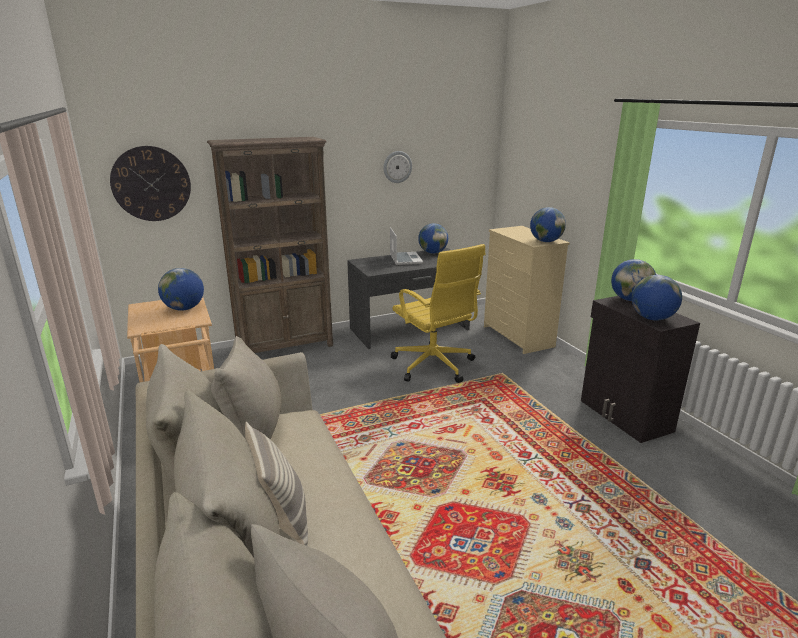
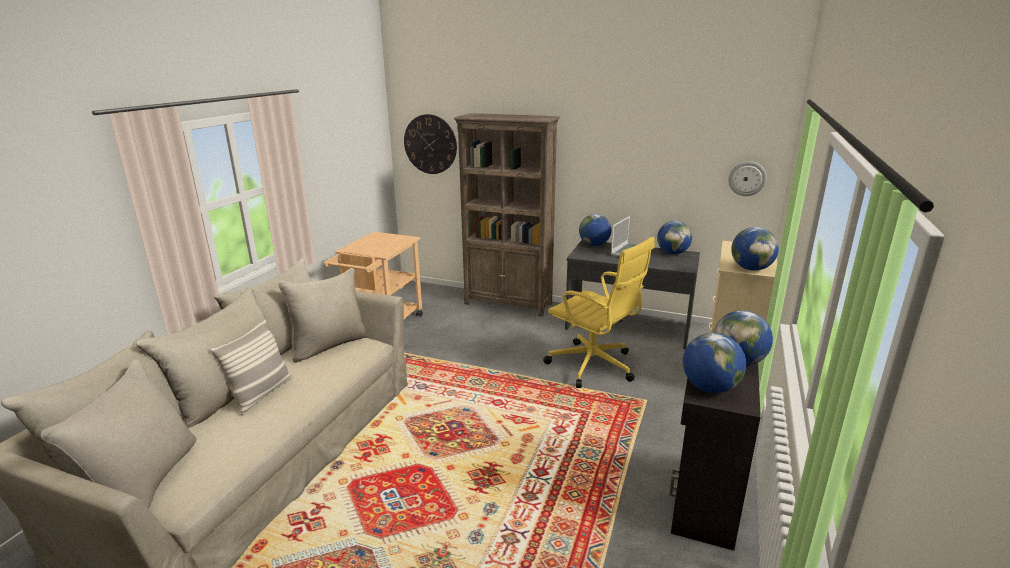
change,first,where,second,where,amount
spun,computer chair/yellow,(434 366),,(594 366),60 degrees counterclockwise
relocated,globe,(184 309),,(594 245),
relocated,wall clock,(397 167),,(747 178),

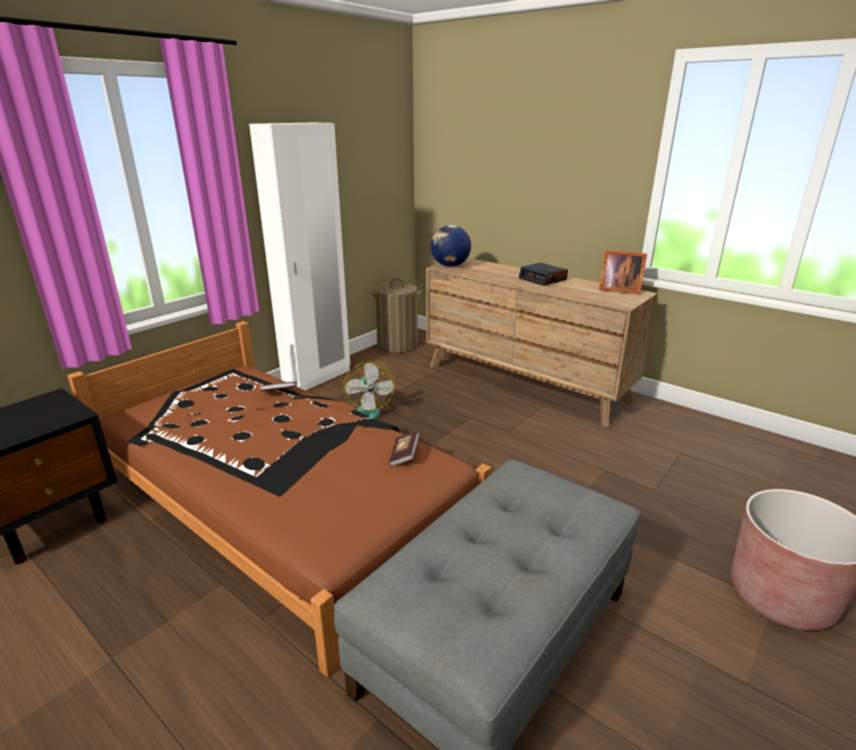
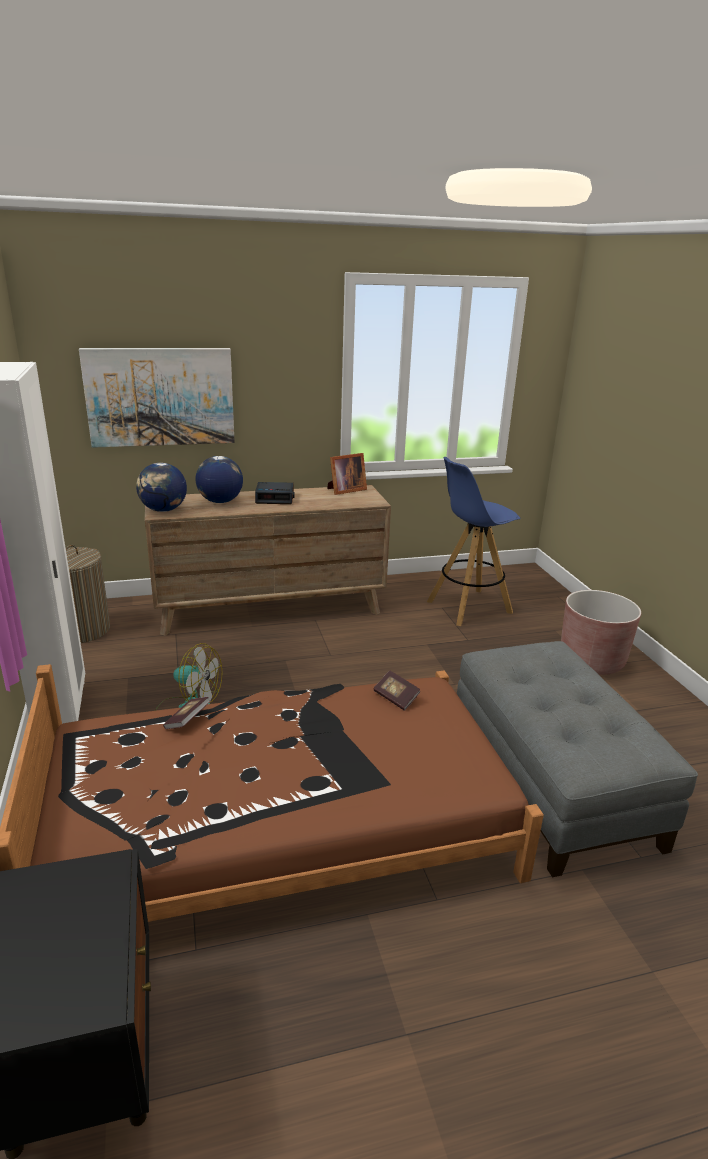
change,first,where,second,where,amount
appeared,,,wall art,(160 397),
appeared,,,globe,(220 501),
appeared,,,stool/blue-coloured,(468 607),

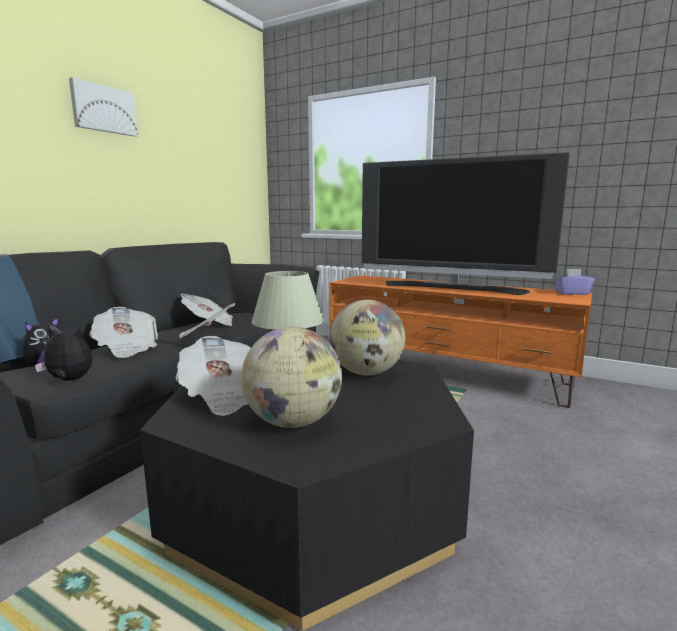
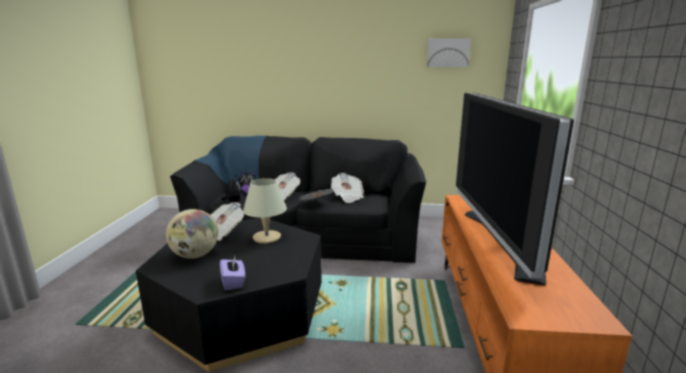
change,first,where,second,where,amount
relocated,tissue holder/purple-coloured,(572 293),,(233 282),
relocated,wall art,(103 109),,(448 52),
missing,globe,(366 373),,,

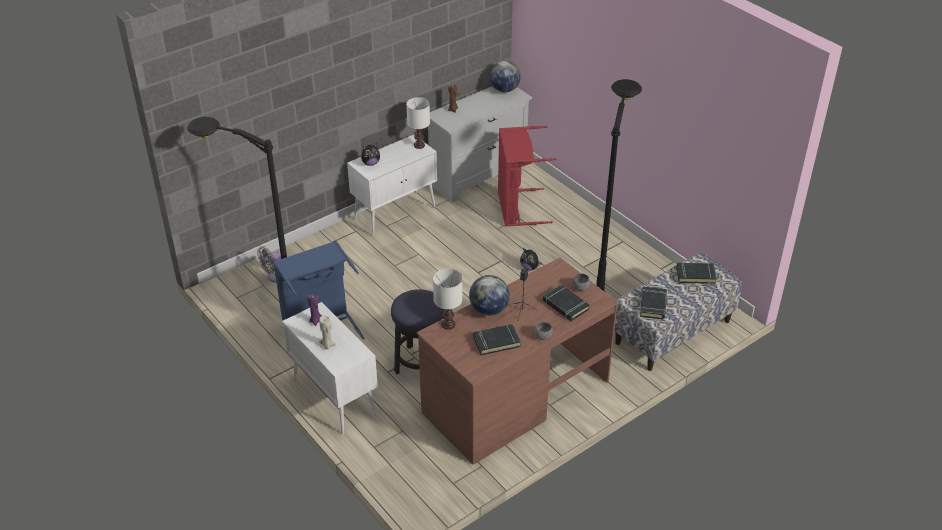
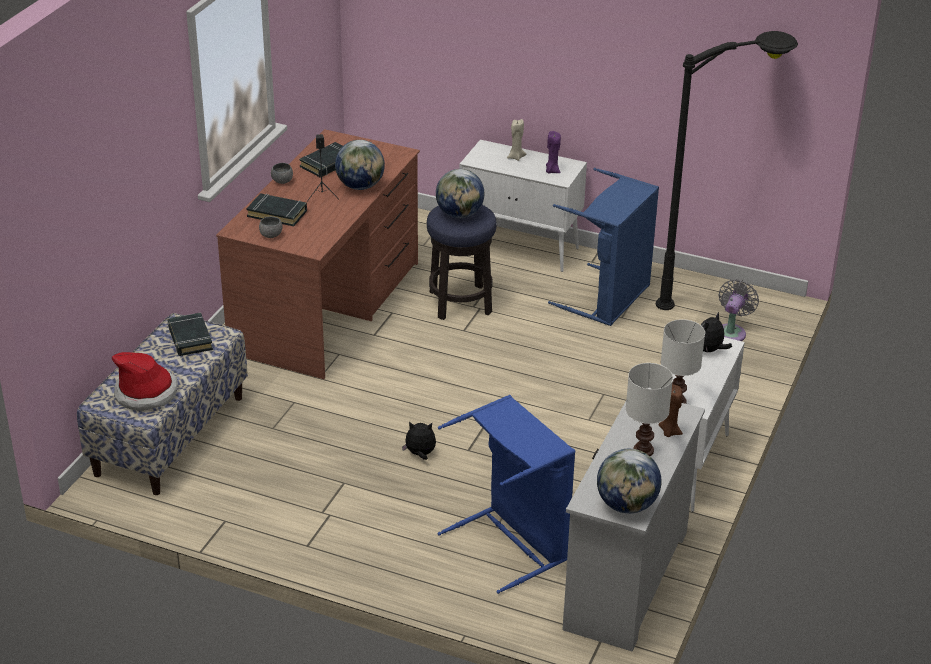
change,first,where,second,where,amount
exchanged,volume/black,(695 275),wearable hat,(146 393),
appeared,,,globe,(460 214),
colour,hamper/red-coloured,(517 208),hamper/blue-coloured,(513 542),
relocated,tabletop lamp/whitish,(448 325),,(642 450),
missing,floor lamp/black,(606 268),,,

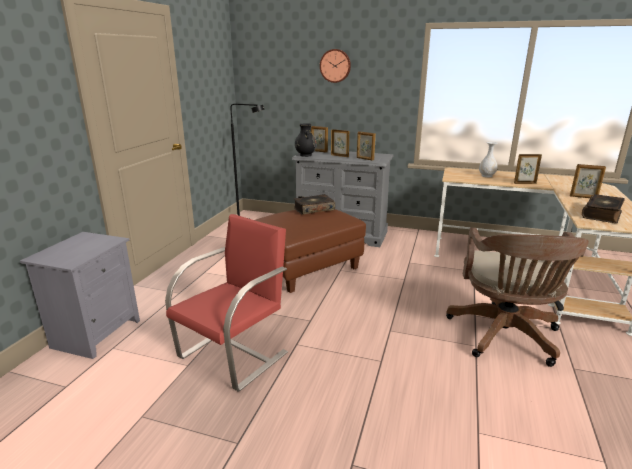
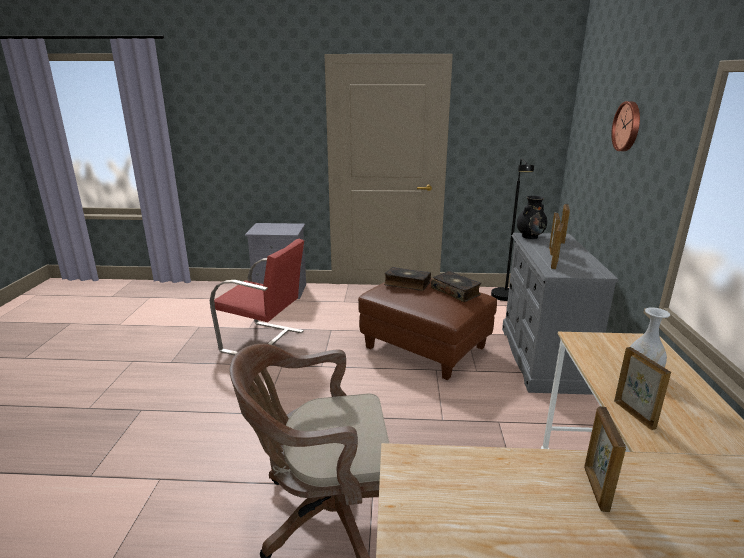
change,first,where,second,where,amount
relocated,volume,(602 214),,(407 284),

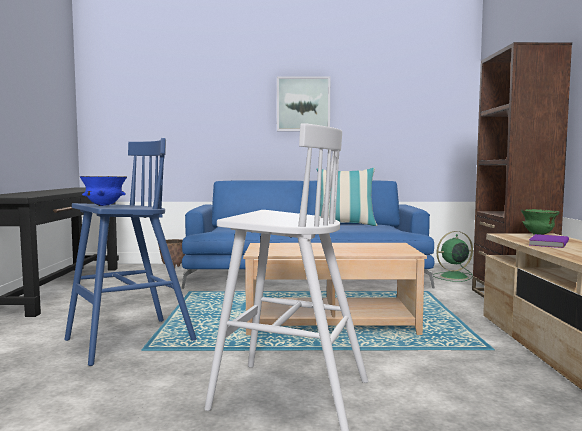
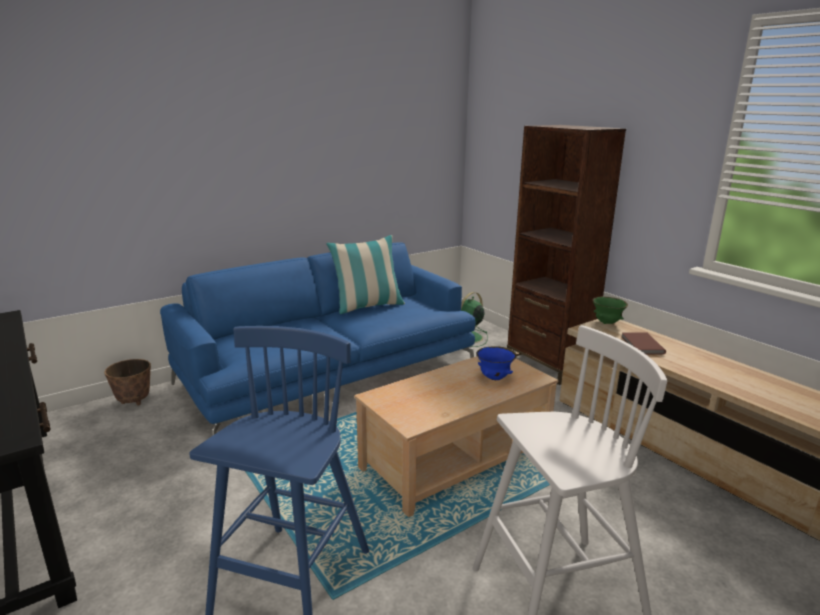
change,first,where,second,where,amount
relocated,serving bowl/blue-coloured,(104 205),,(495 378),
colour,volume/purple-coloured,(547 243),volume/brown,(641 345),
missing,wall art,(303 104),,,

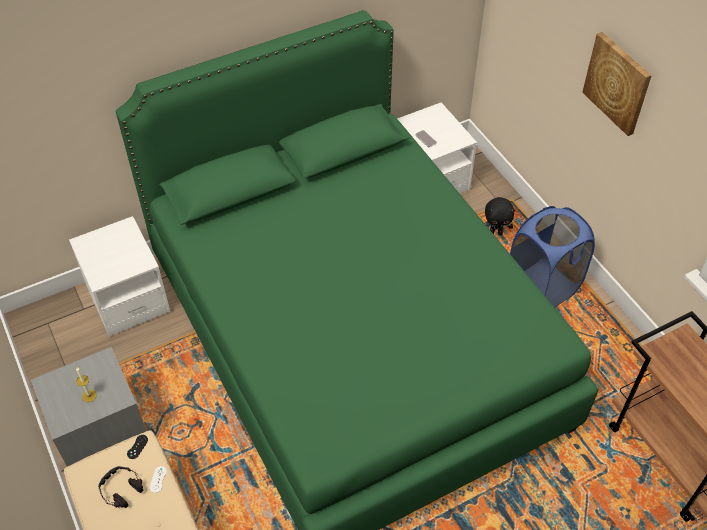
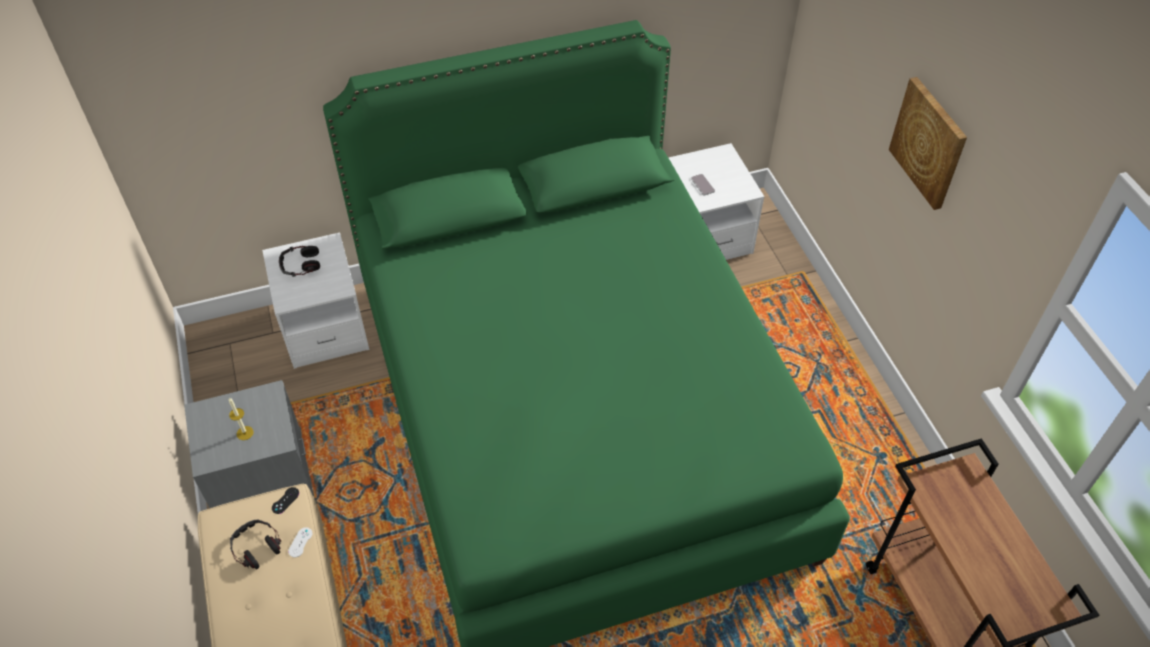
change,first,where,second,where,amount
appeared,,,headphones,(300 265),
missing,cuddly toy/black,(495 233),,,
missing,hamper/blue-coloured,(542 288),,,

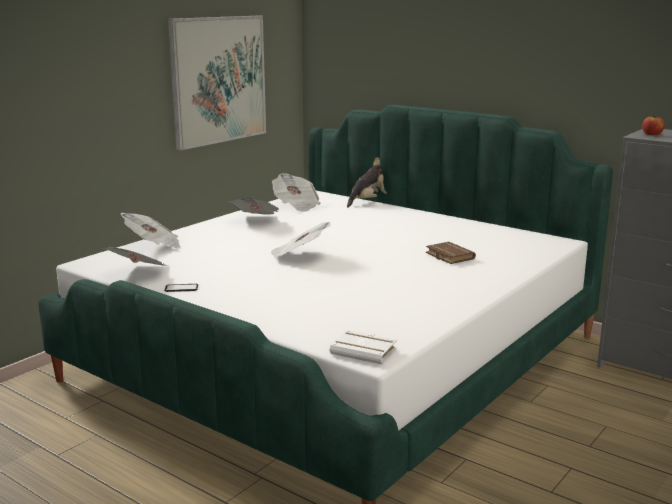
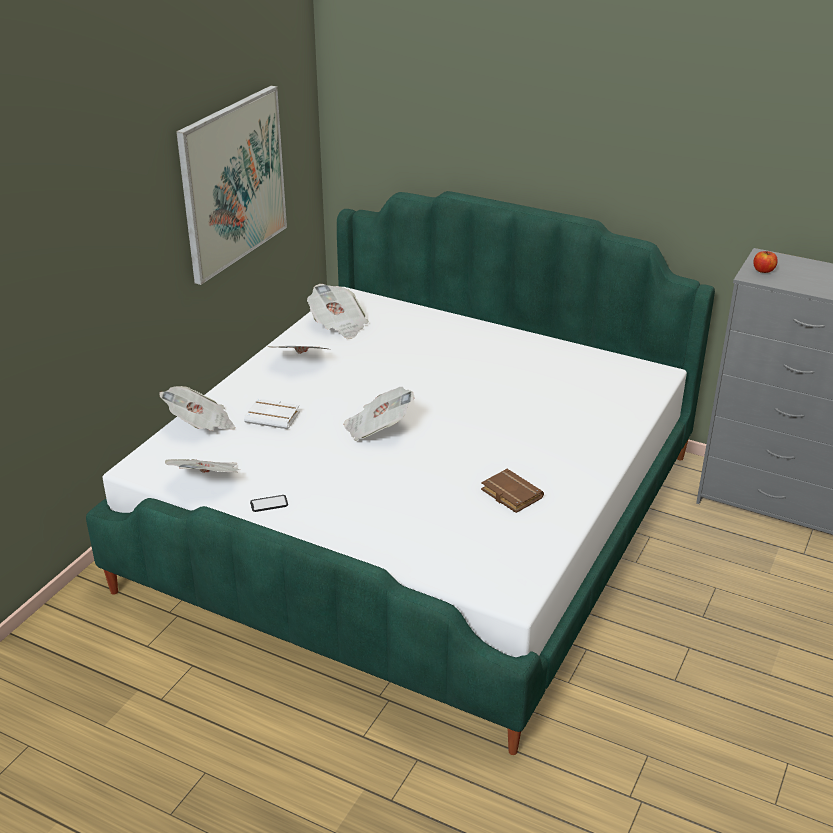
change,first,where,second,where,amount
relocated,volume/whitish,(365 351),,(274 417),
relocated,volume/brown,(448 256),,(509 494),
missing,cuddly toy,(368 201),,,

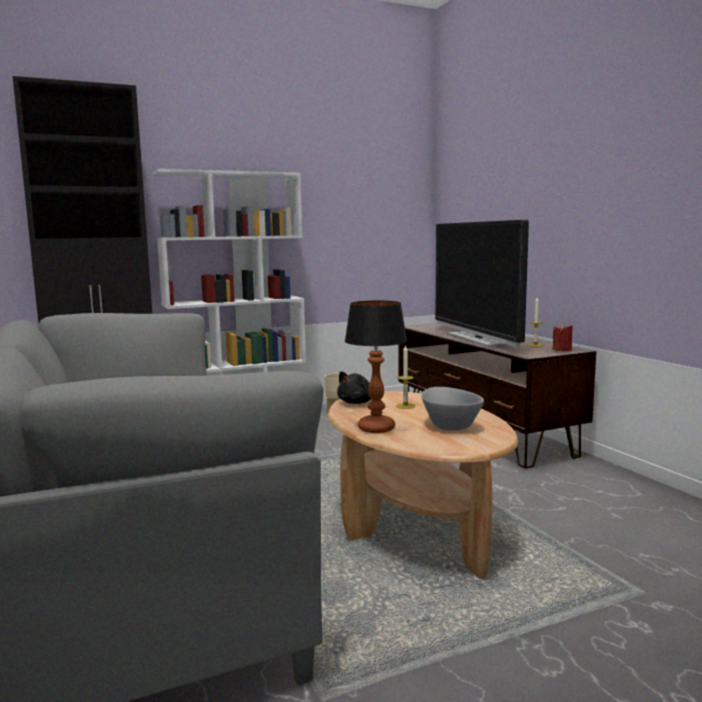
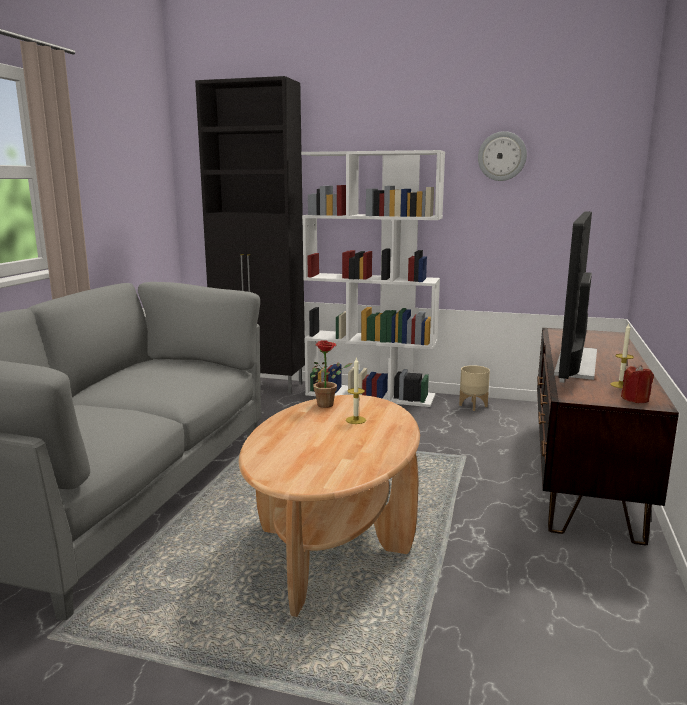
change,first,where,second,where,amount
exchanged,cuddly toy/black,(357 402),potted plant,(329 404),
appeared,,,wall clock,(502 156),
missing,tabletop lamp,(376 428),,,
missing,serving bowl/gray,(449 425),,,

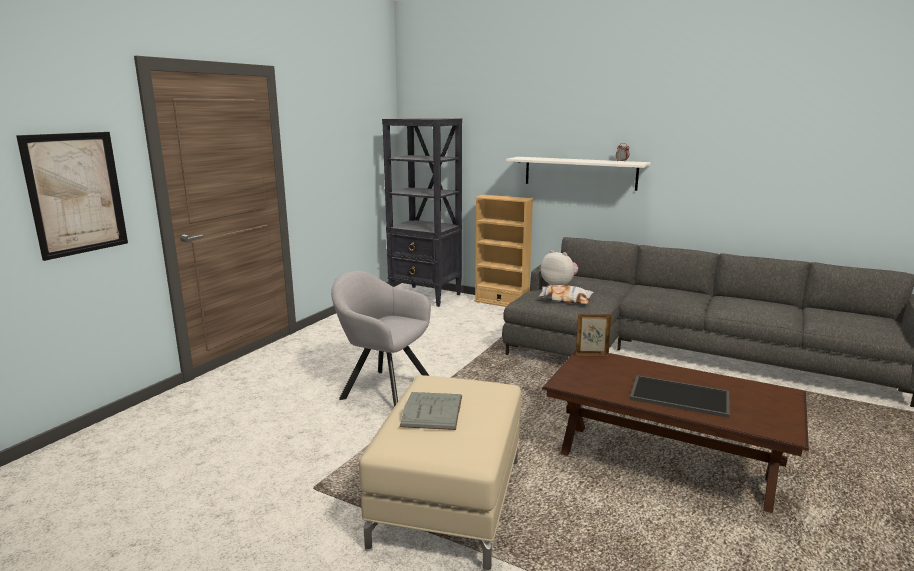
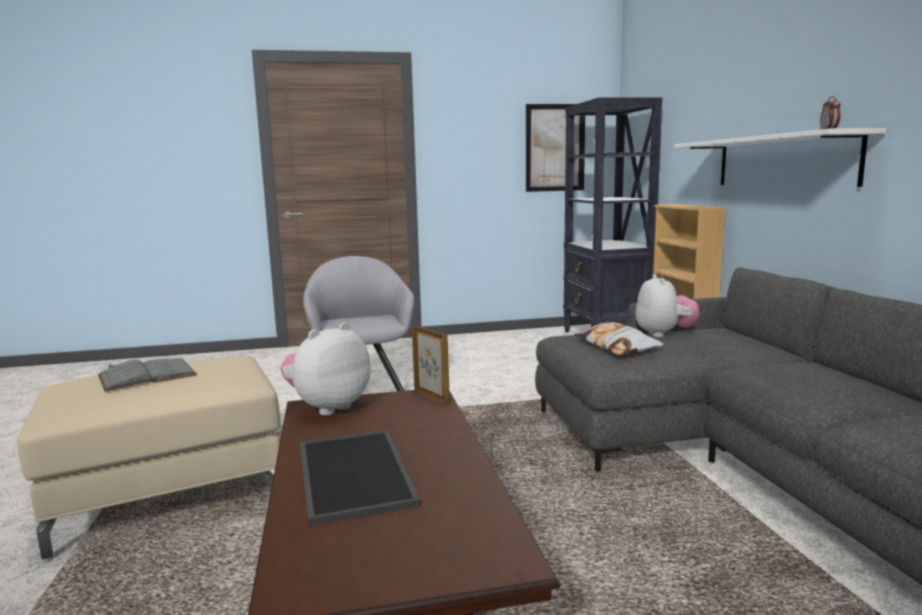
change,first,where,second,where,amount
appeared,,,cuddly toy,(327 407),
relocated,wall art,(76 194),,(555 148),

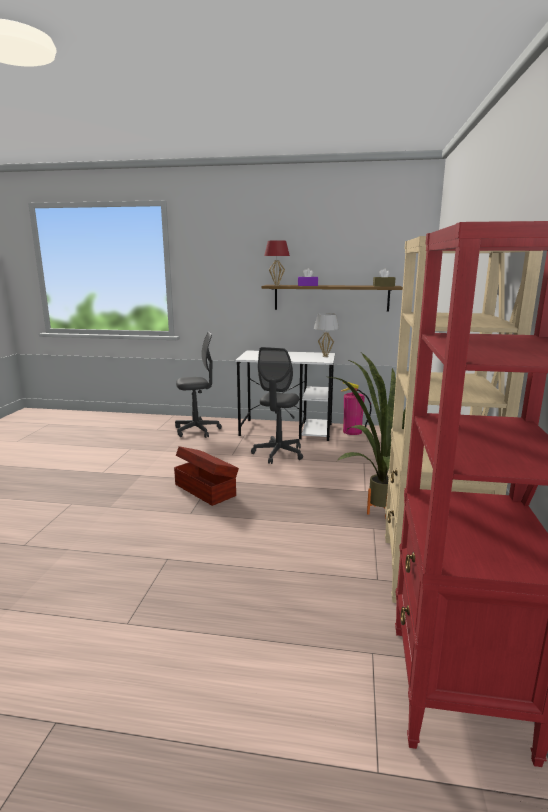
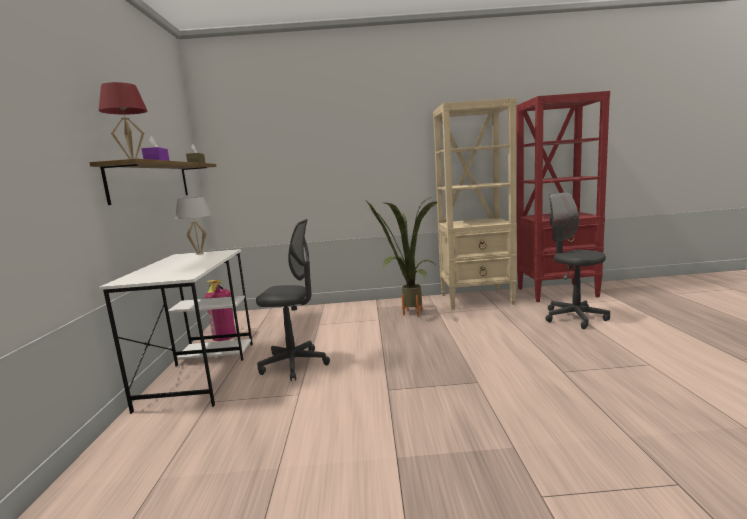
change,first,where,second,where,amount
relocated,computer chair/gray,(197 430),,(574 317),
missing,storage container/brown,(205 489),,,

